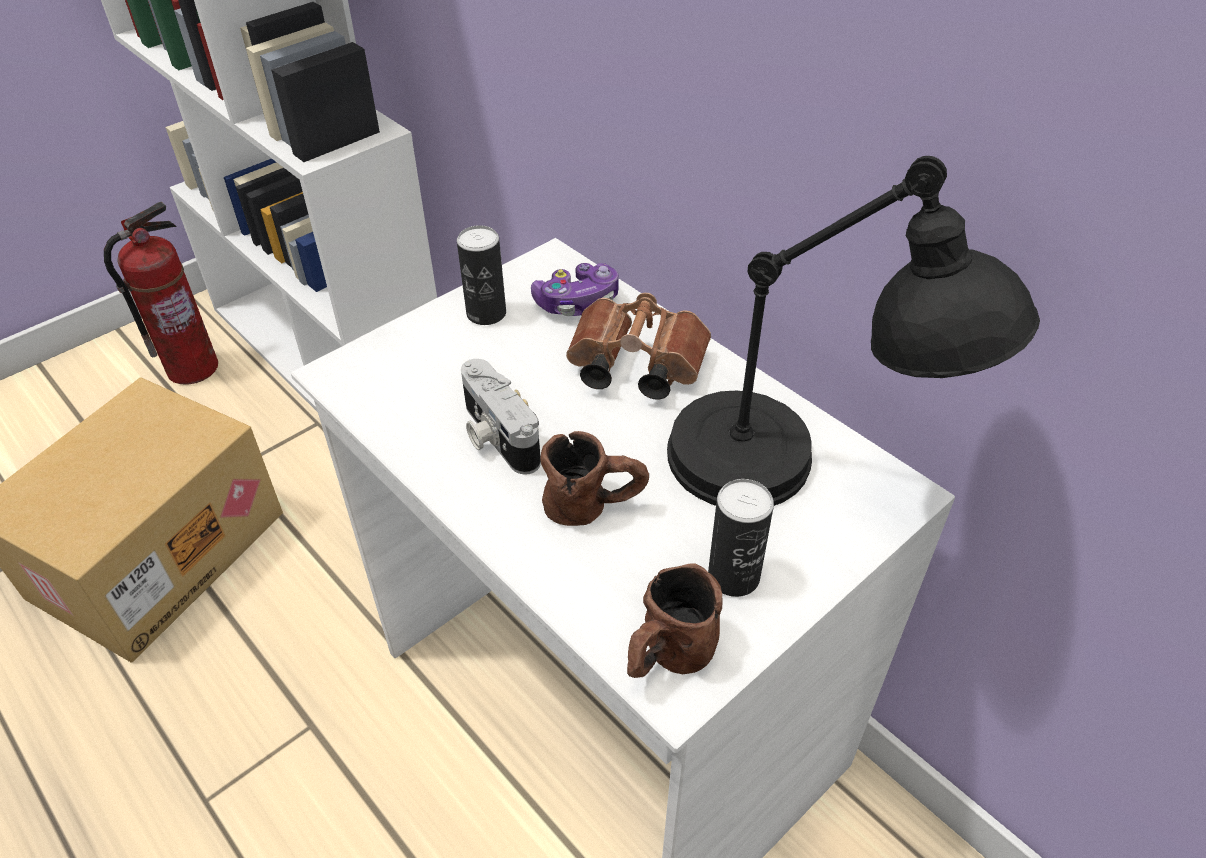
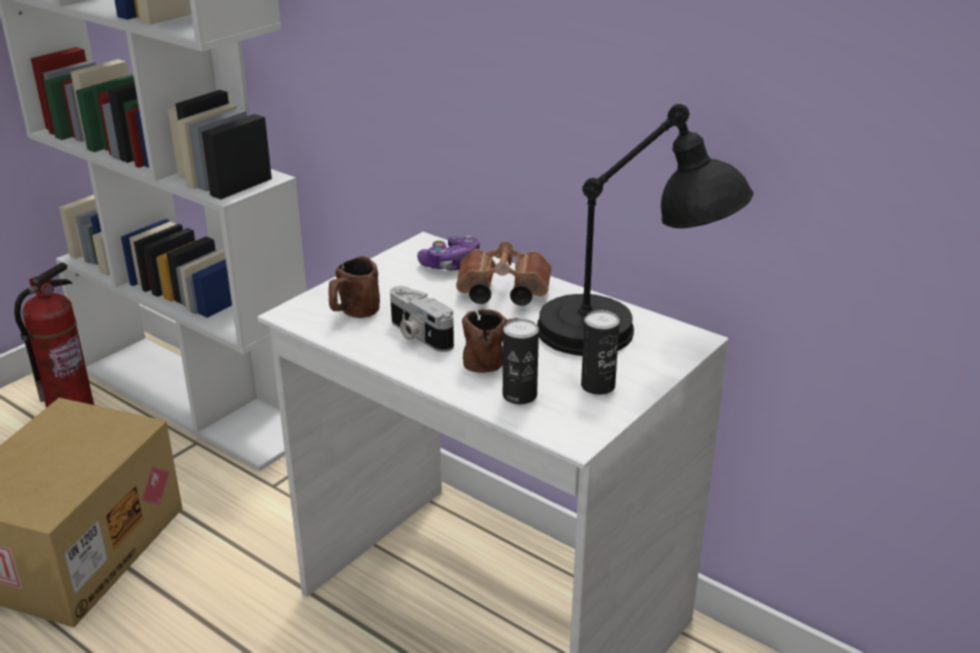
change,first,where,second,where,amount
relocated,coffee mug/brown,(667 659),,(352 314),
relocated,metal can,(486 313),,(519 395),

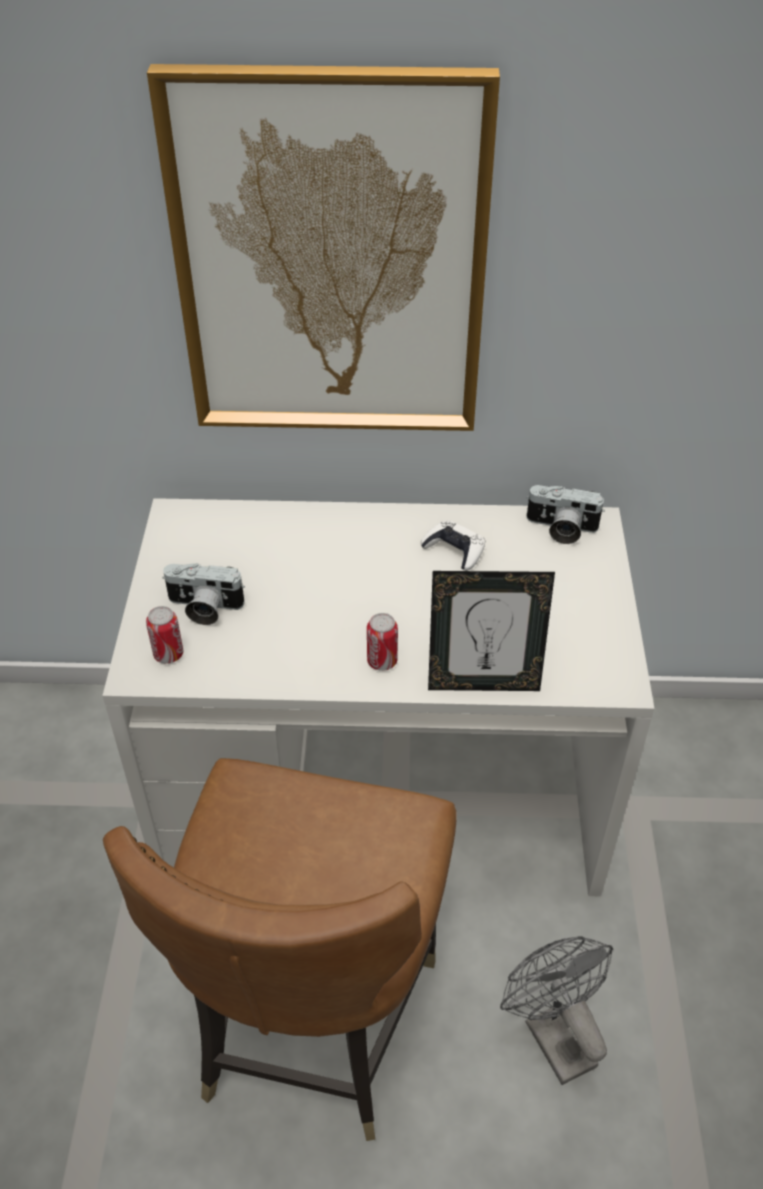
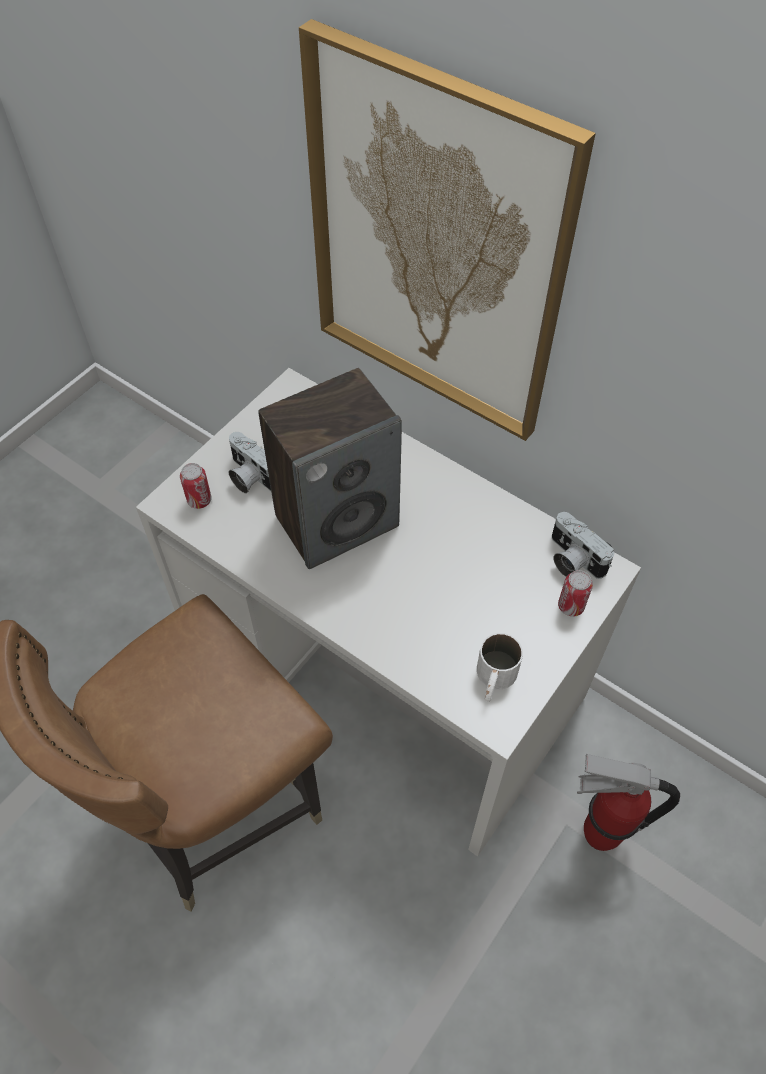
change,first,where,second,where,amount
appeared,,,speaker,(337 520),
appeared,,,coffee mug/whitish,(494 679),
relocated,metal can,(382 661),,(571 606),
appeared,,,extinguisher,(599 833),
missing,game controller/whitish,(454 550),,,
missing,photo frame,(483 683),,,
missing,electric fan/gray,(552 1033),,,

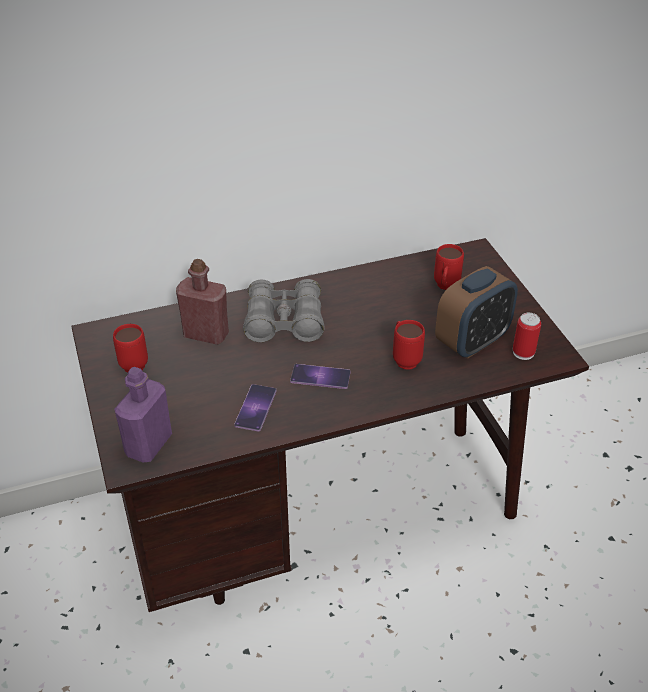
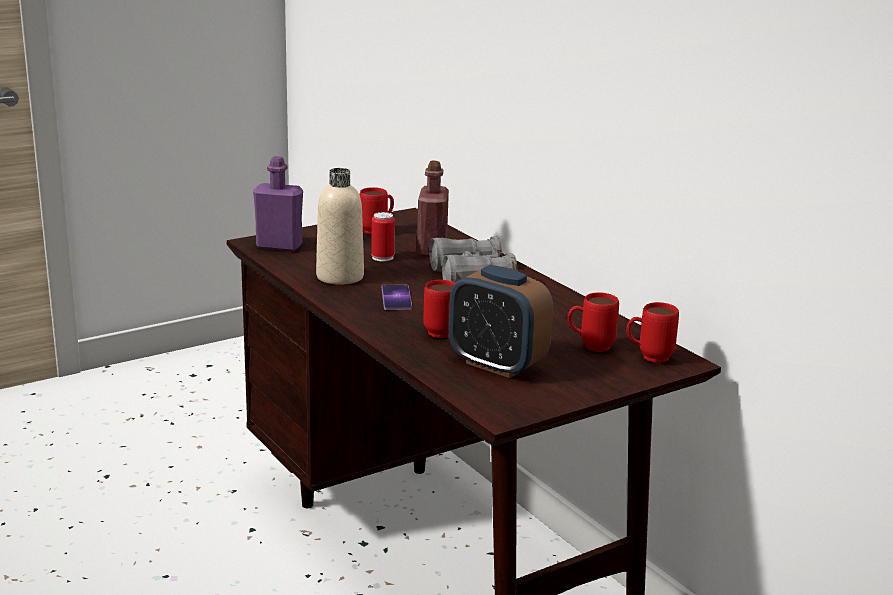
change,first,where,second,where,amount
exchanged,handset,(255 408),bottle/beige,(340 277),
relocated,metal can,(523 352),,(382 257),
appeared,,,coffee mug/red-coloured,(648 358),

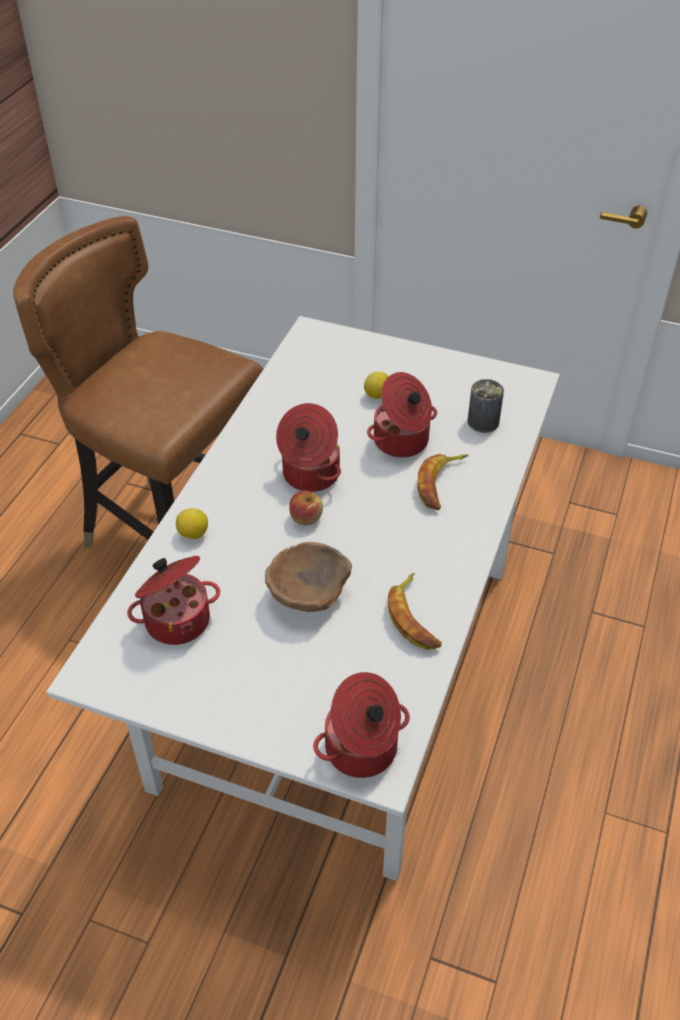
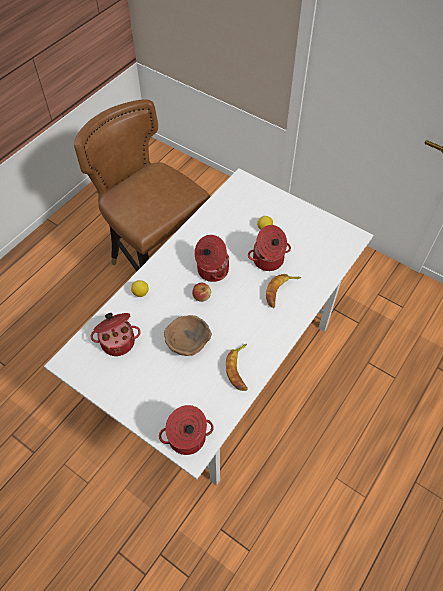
change,first,where,second,where,amount
missing,metal can,(483 422),,,

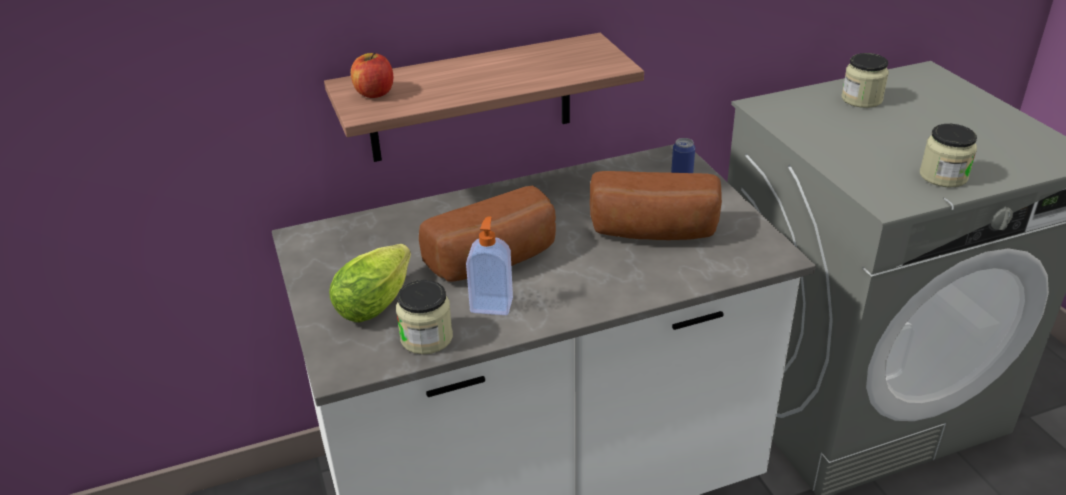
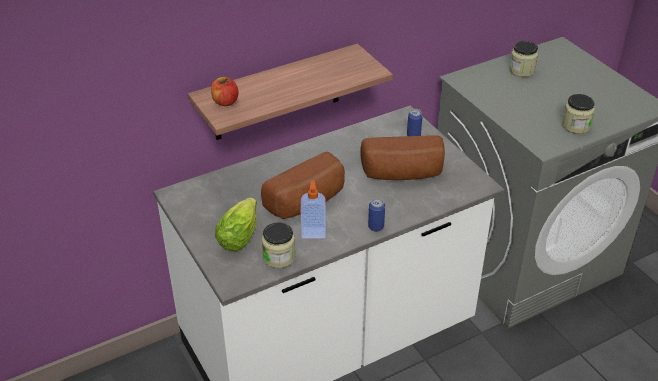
change,first,where,second,where,amount
appeared,,,metal can,(376 227),

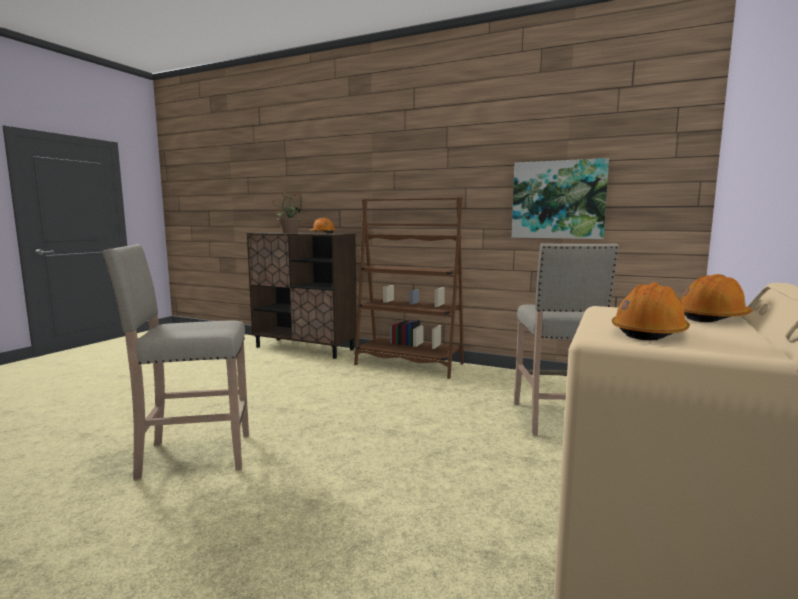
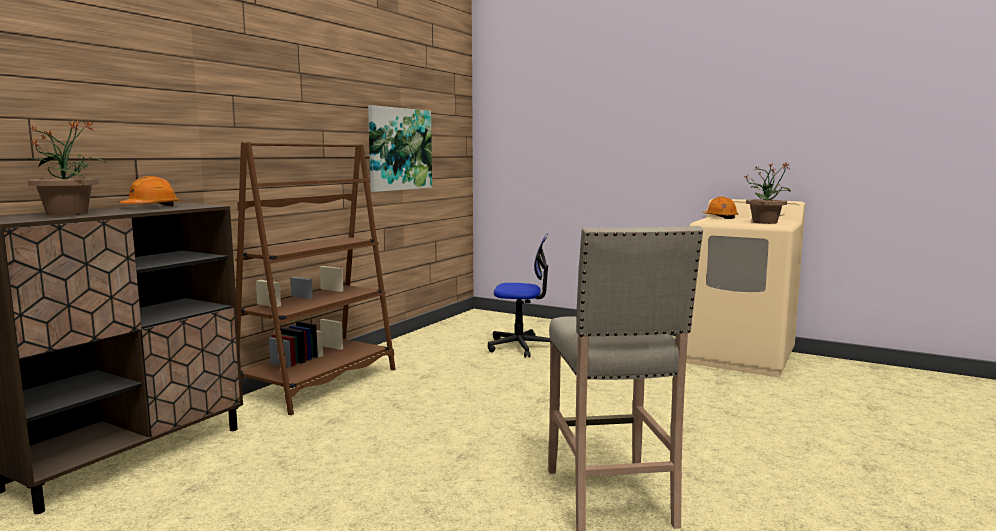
change,first,where,second,where,amount
exchanged,stool/beige,(554 419),computer chair,(520 346),
exchanged,safety helmet/orangey,(649 333),potted plant,(765 222),

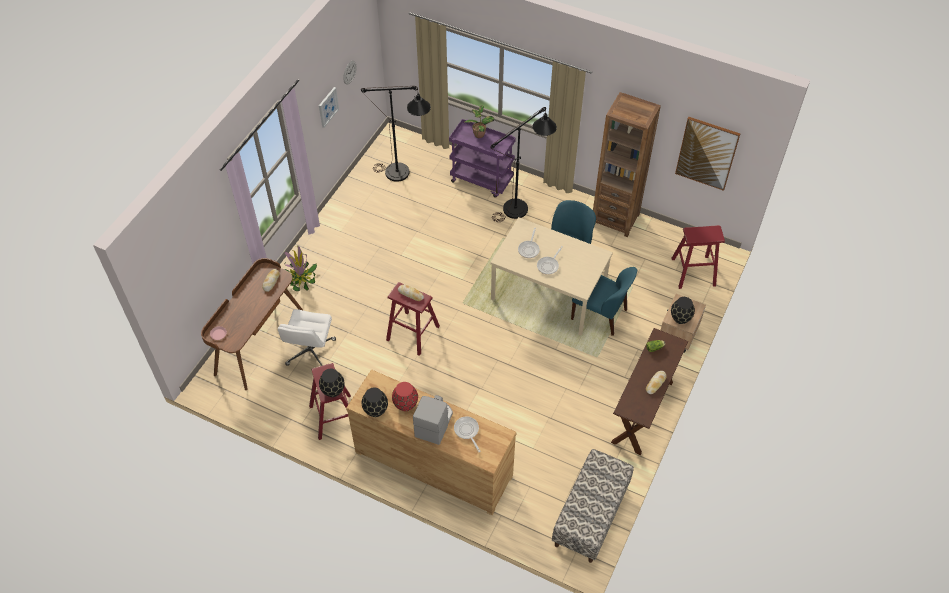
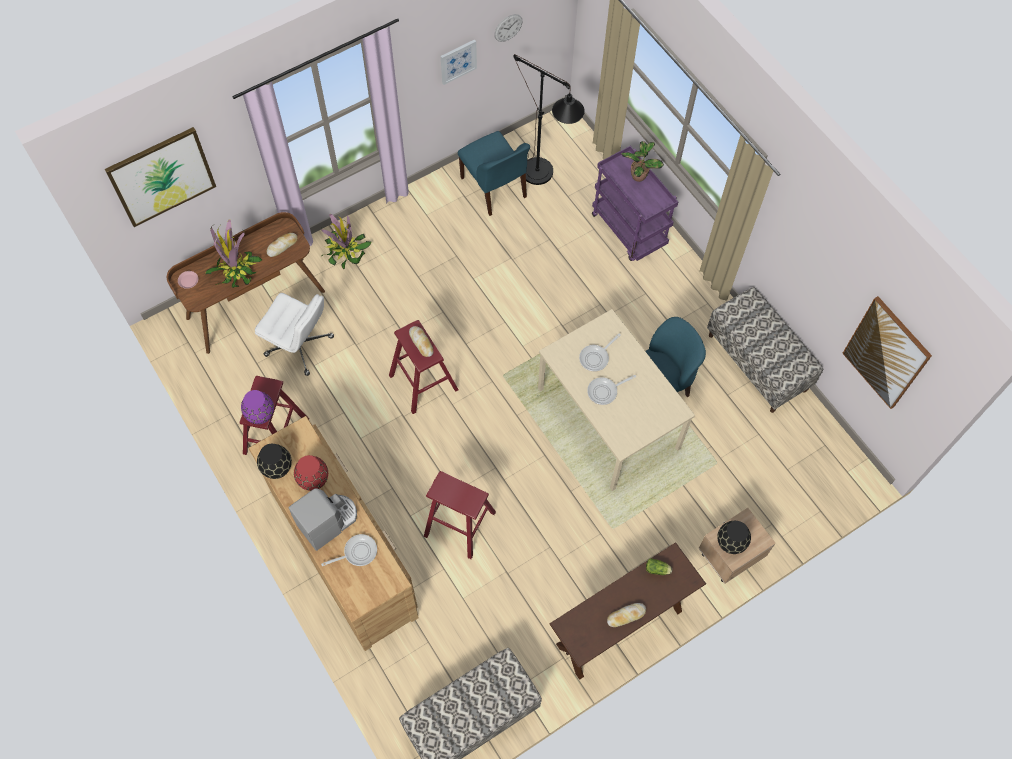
change,first,where,second,where,amount
appeared,,,wall art,(162 176),
appeared,,,potted plant,(236 270),
colour,flower vase/black,(333 390),flower vase/purple-coloured,(261 415),
spun,computer chair/whitish,(311 352),,(300 346),105 degrees counterclockwise
spun,frying pan,(467 431),,(357 552),60 degrees clockwise
relocated,stool/red-coloured,(693 272),,(459 524),
relocated,upright chair/blue-coloured,(600 315),,(494 188),
exchanged,shelving unit/brown,(615 219),bench,(757 362),
missing,floor lamp/black,(521 206),,,

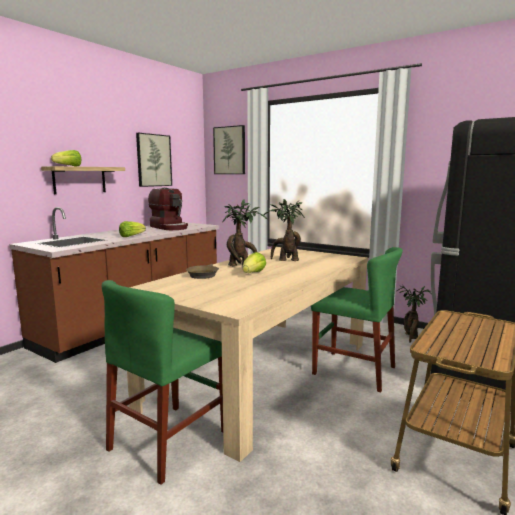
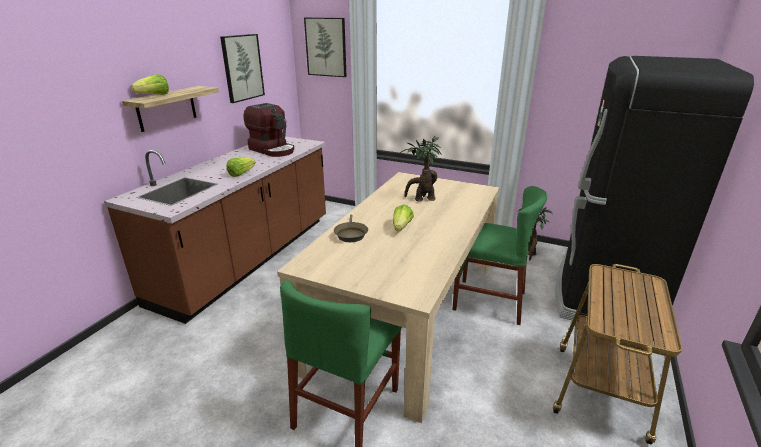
change,first,where,second,where,amount
missing,potted plant,(242 266),,,

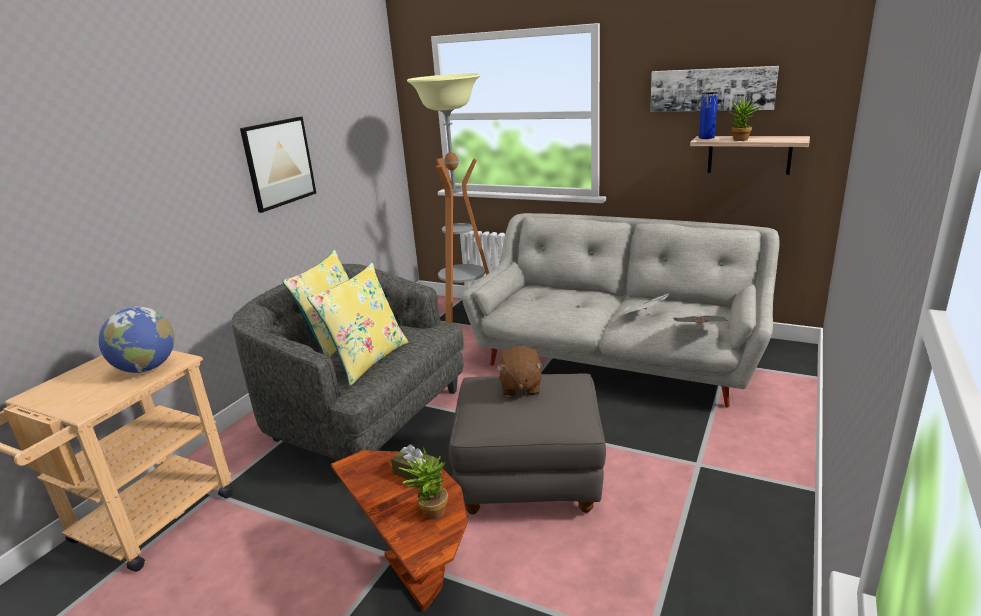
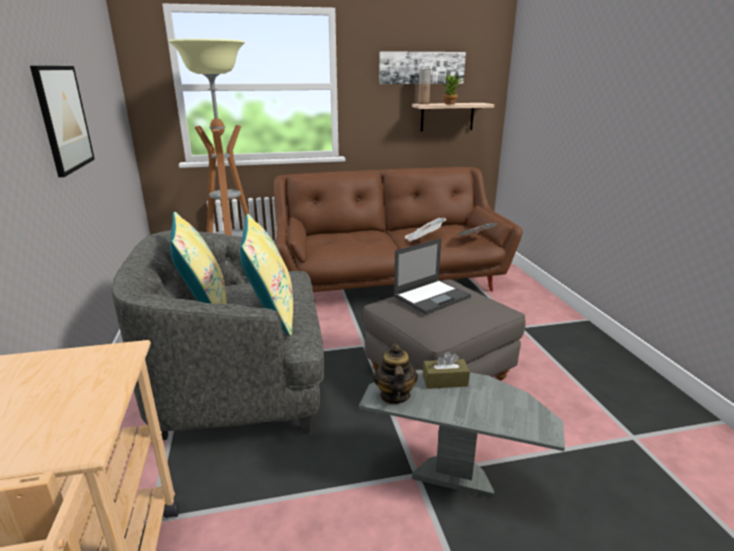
change,first,where,second,where,amount
colour,sofa/gray,(617 359),sofa/brown,(391 281),
colour,accent table/brown,(416 575),accent table/gray,(453 477),
appeared,,,tea pot,(394 395),
exchanged,cuddly toy/brown,(520 387),notebook computer,(432 296),
colour,flower vase/blue-coloured,(706 137),flower vase/brown,(423 104),
missing,globe,(146 368),,,
missing,potted plant,(429 511),,,

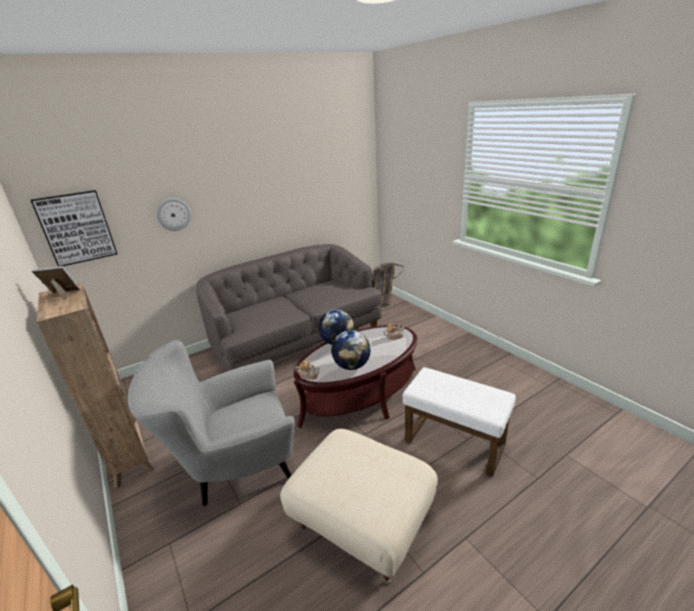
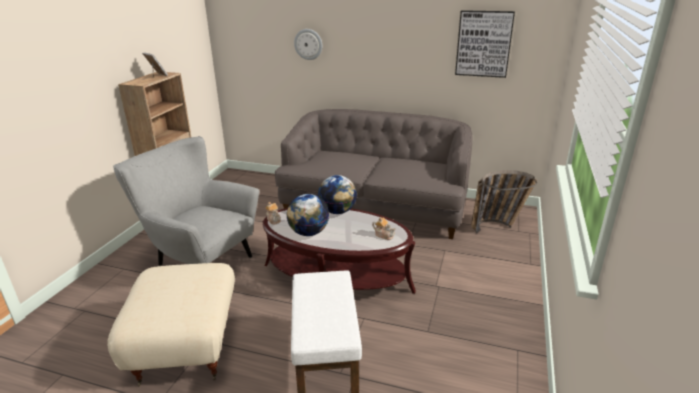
change,first,where,second,where,amount
relocated,wall art,(76 228),,(483 44),

